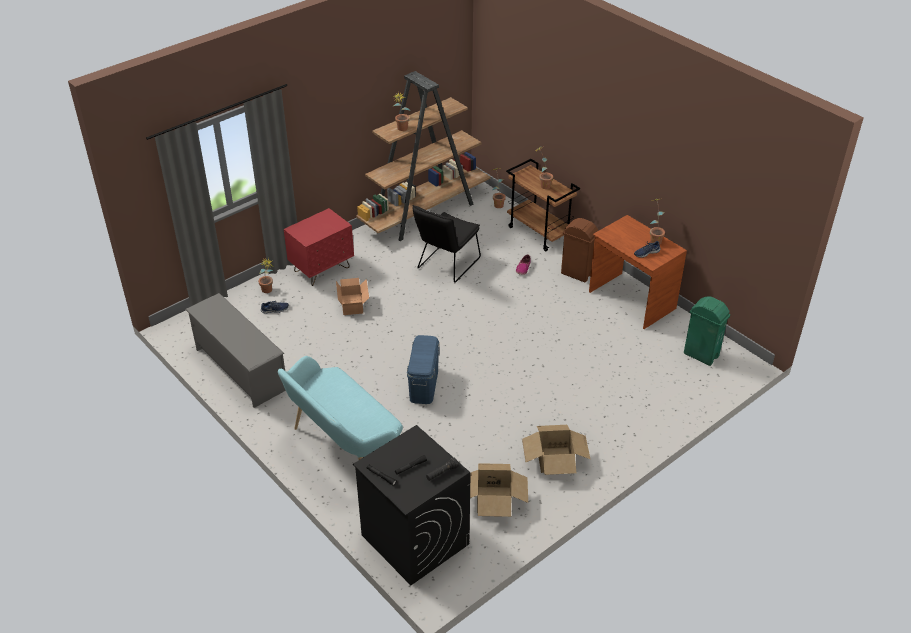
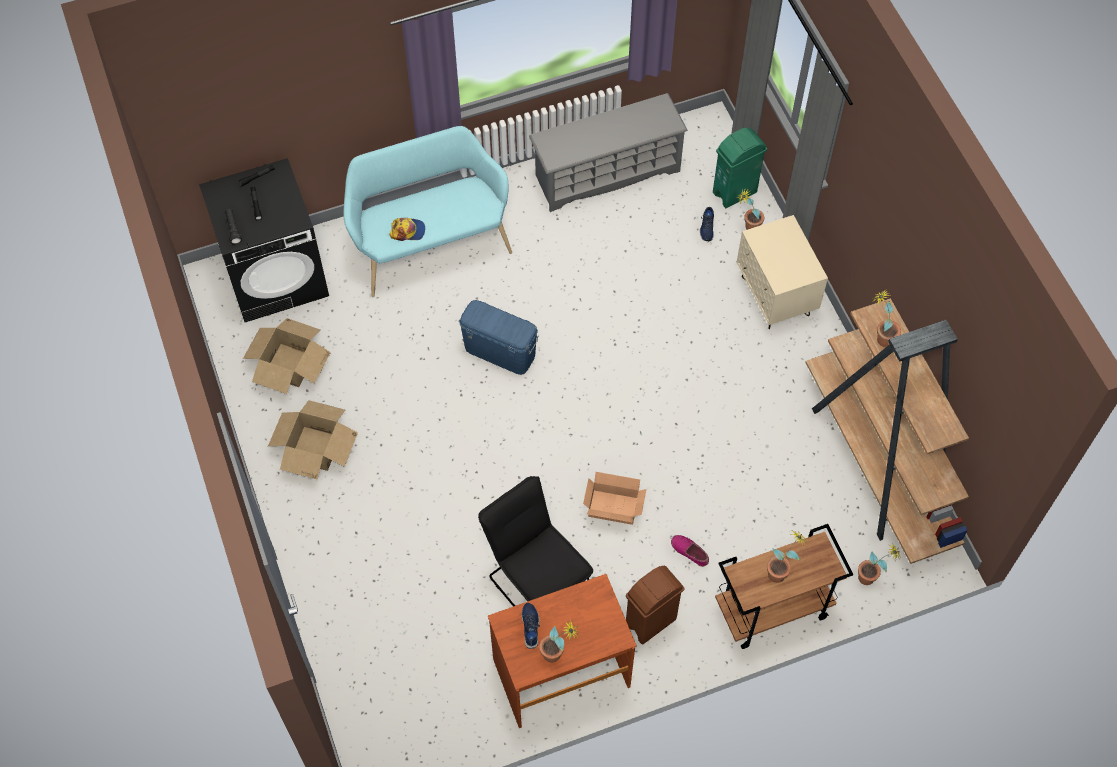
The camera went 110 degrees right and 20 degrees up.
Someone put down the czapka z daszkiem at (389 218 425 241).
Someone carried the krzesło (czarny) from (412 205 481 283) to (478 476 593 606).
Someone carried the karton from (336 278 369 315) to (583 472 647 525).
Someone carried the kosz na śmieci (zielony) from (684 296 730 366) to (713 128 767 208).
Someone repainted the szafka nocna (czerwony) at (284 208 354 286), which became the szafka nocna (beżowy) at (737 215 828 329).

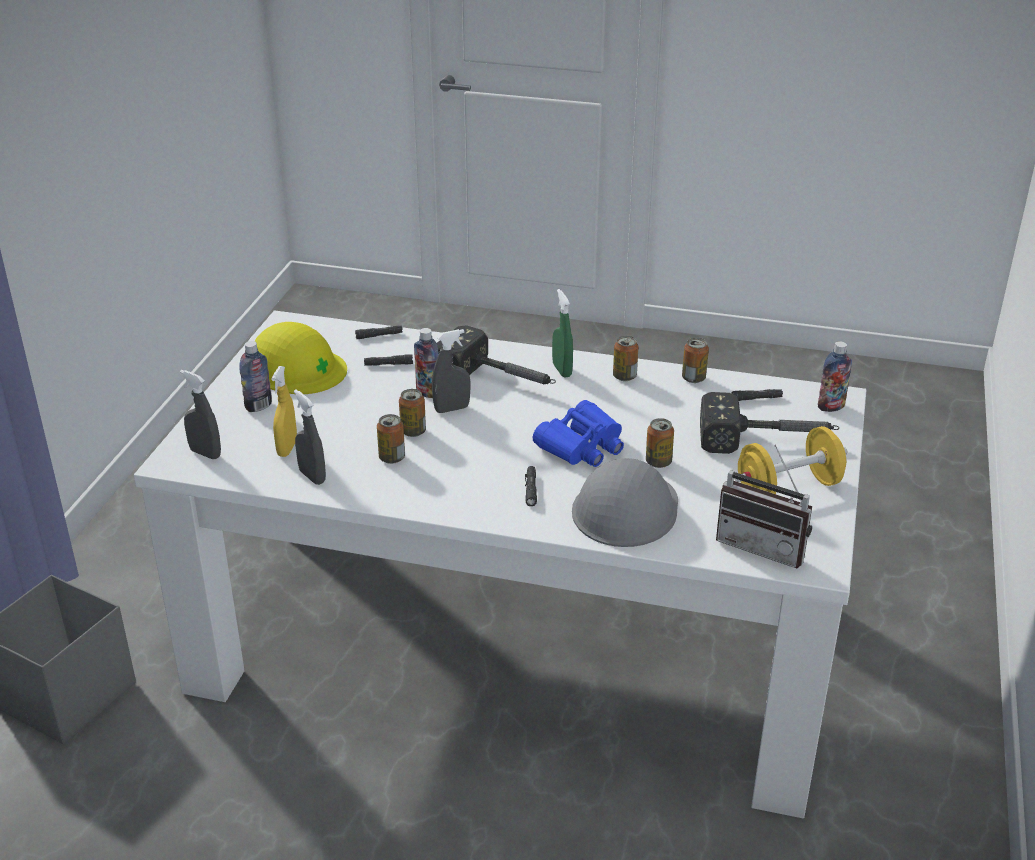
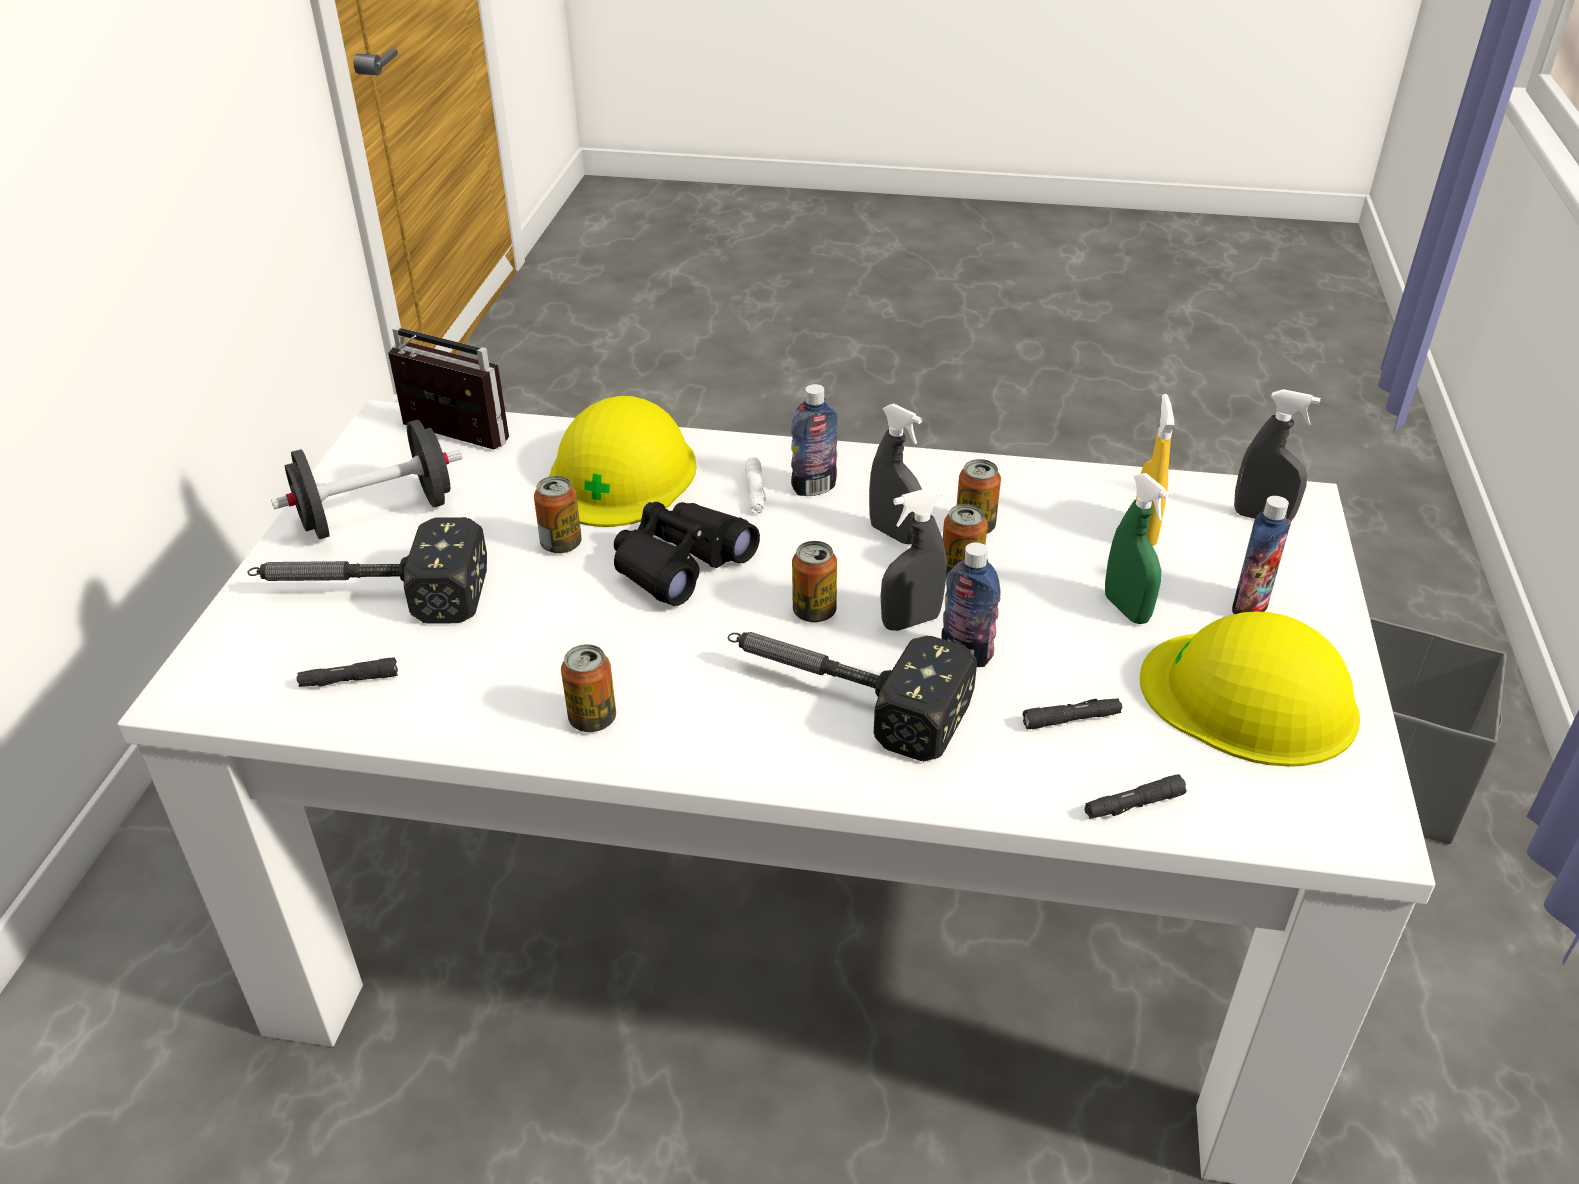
The camera went 175 degrees right and 5 degrees up.
Someone repainted the hantel (żółty) at (735 426 847 494), which became the hantel (czarny) at (271 420 462 539).
Someone repainted the kask (szary) at (572 458 678 547), which became the kask (żółty) at (549 396 696 527).
Someone repainted the lornetka (niebieski) at (533 400 624 467), which became the lornetka (czarny) at (614 502 760 606).
Someone repainted the latarka (czarny) at (525 466 537 506), which became the latarka (biały) at (745 457 766 514).
Someone carried the butelka from (818 341 852 412) to (791 384 838 496).
Someone carried the puszka from (682 338 709 383) to (792 541 837 622).
Someone carried the spryskiwacz (szary) from (294 390 326 485) to (869 404 922 544).
Someone carried the spryskiwacz (zielony) from (552 289 573 377) to (1105 473 1171 624).

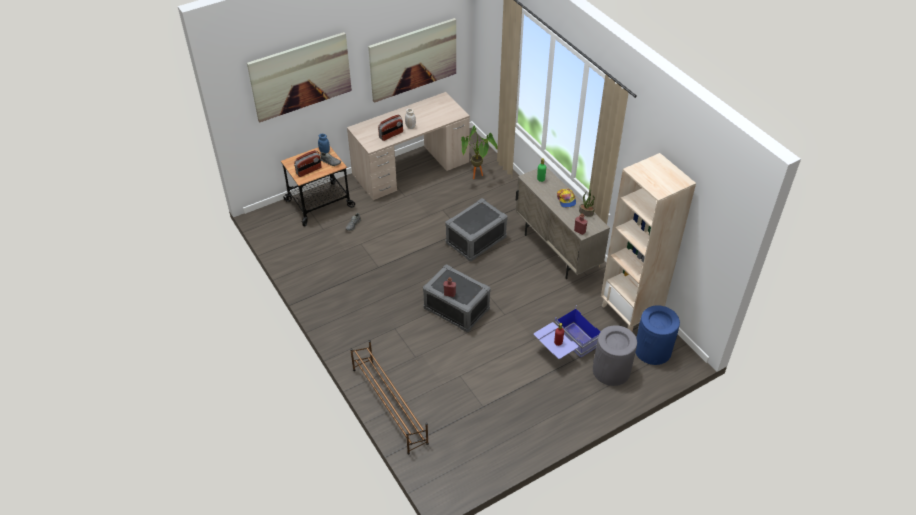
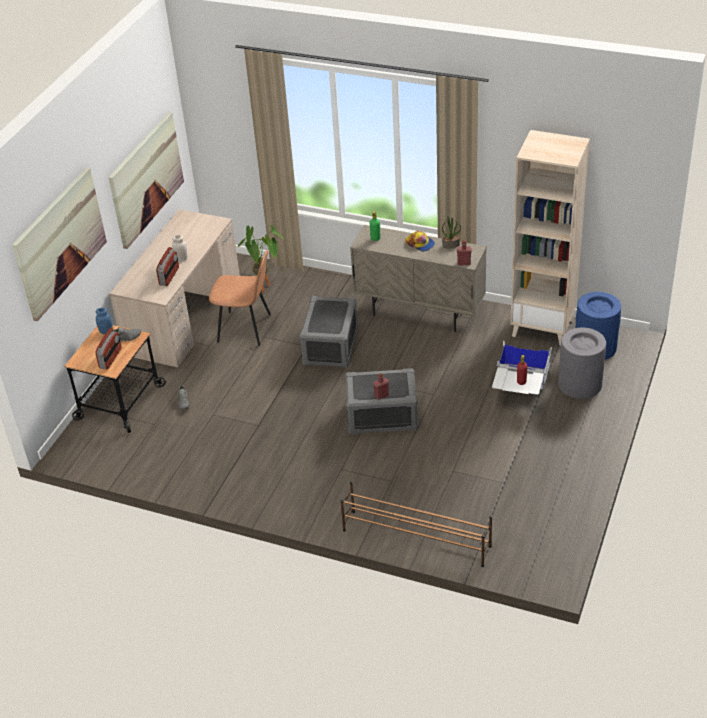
The camera went 35 degrees left and 5 degrees down.
Someone put down the krzesło (brązowy) at (209 250 271 346).
Someone repainted the pojemnik do przechowywania (niebieski) at (534 309 601 359), which became the pojemnik do przechowywania (biały) at (492 340 552 395).

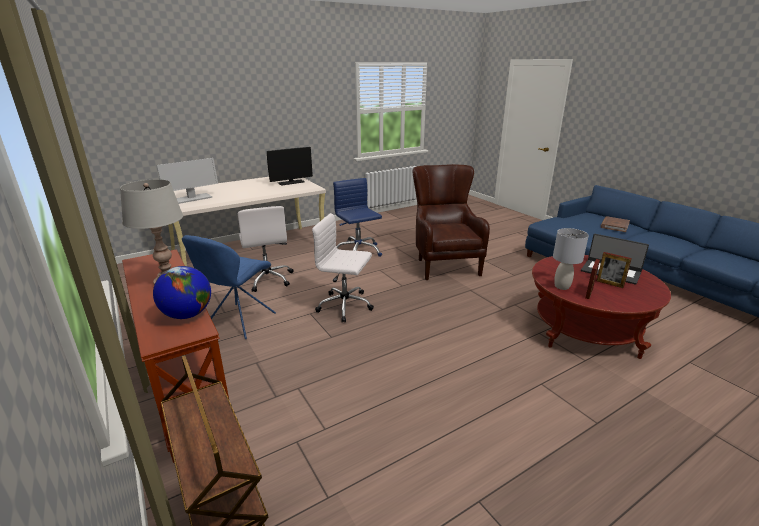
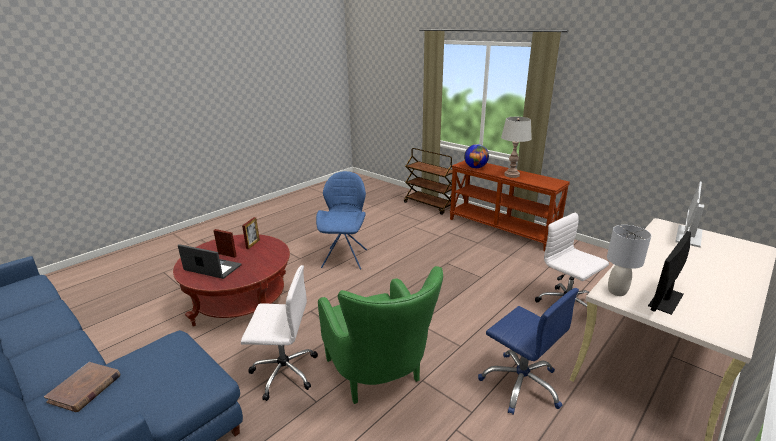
The camera went 165 degrees right and 0 degrees up.
Someone carried the krzesło biurowe (biały) from (312 213 374 323) to (241 265 318 401).
Someone carried the krzesło (niebieski) from (182 235 276 339) to (316 171 367 270).
Someone repainted the fotel (brązowy) at (413 164 490 280), which became the fotel (zielony) at (318 266 443 404).
Someone carried the lampa stołowa (szary) from (553 228 589 290) to (607 225 651 296).

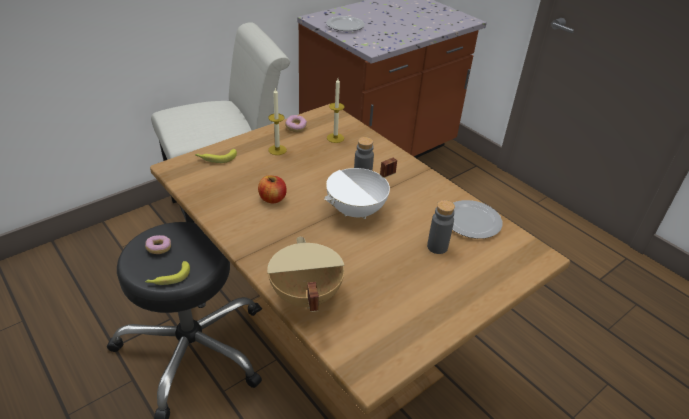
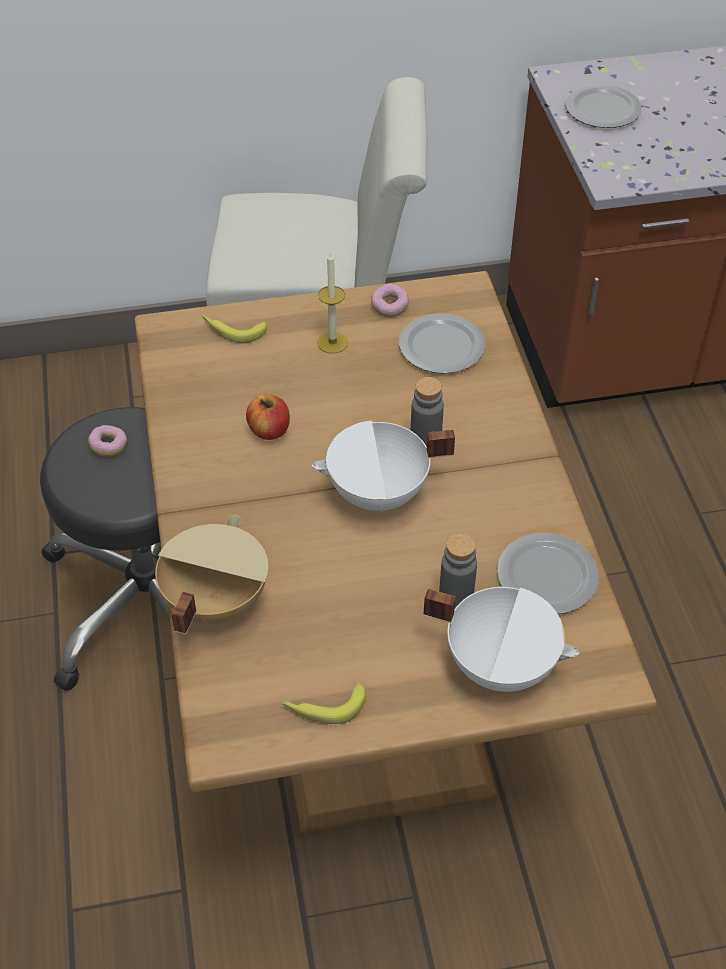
The camera went 30 degrees right and 10 degrees up.
Someone carried the banan from (145 261 190 285) to (281 683 366 724).
Someone swapped the świeca at (327 79 345 143) for the talerz at (399 313 485 374).
Someone put down the garnek (biały) at (423 587 579 692).

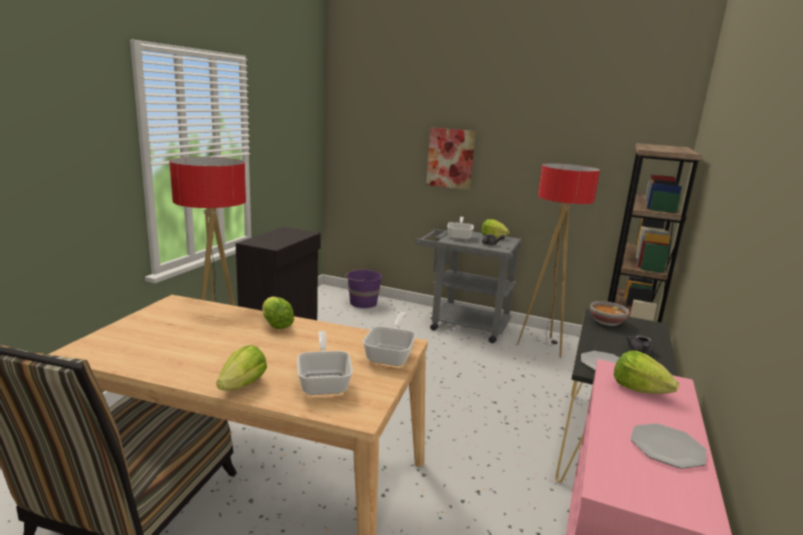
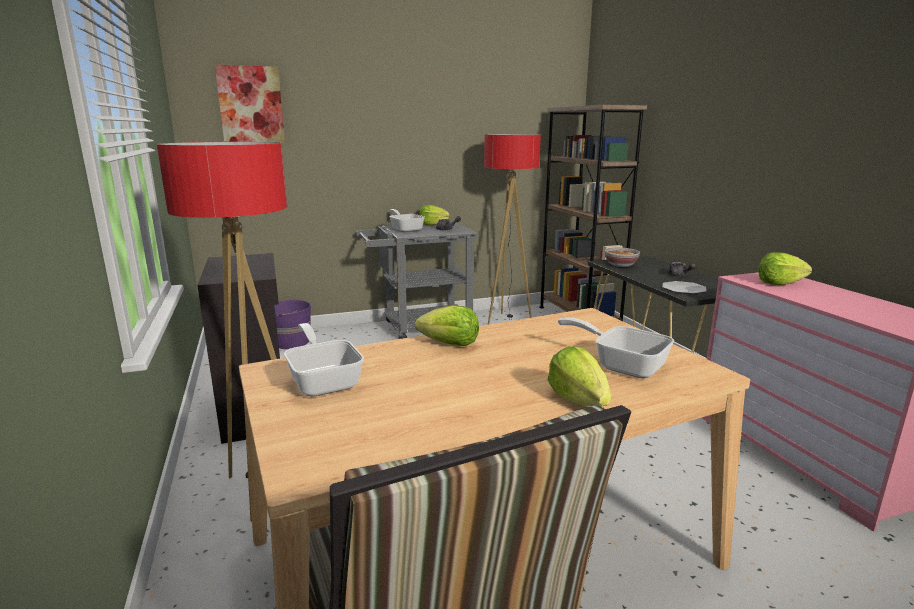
The camera went 40 degrees left and 0 degrees up.
Someone carried the obraz from (426 127 476 190) to (215 65 285 143).
Someone carried the patelnia from (363 312 416 366) to (284 323 364 397).
Someone took away the talerz at (630 423 707 469).

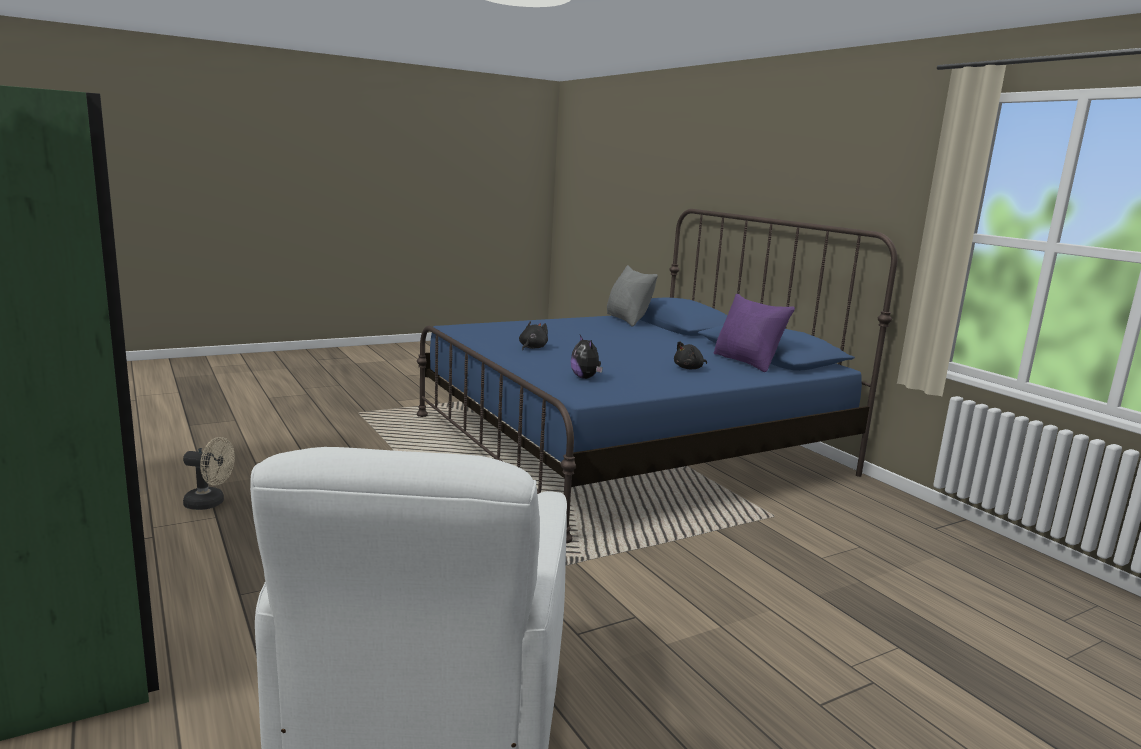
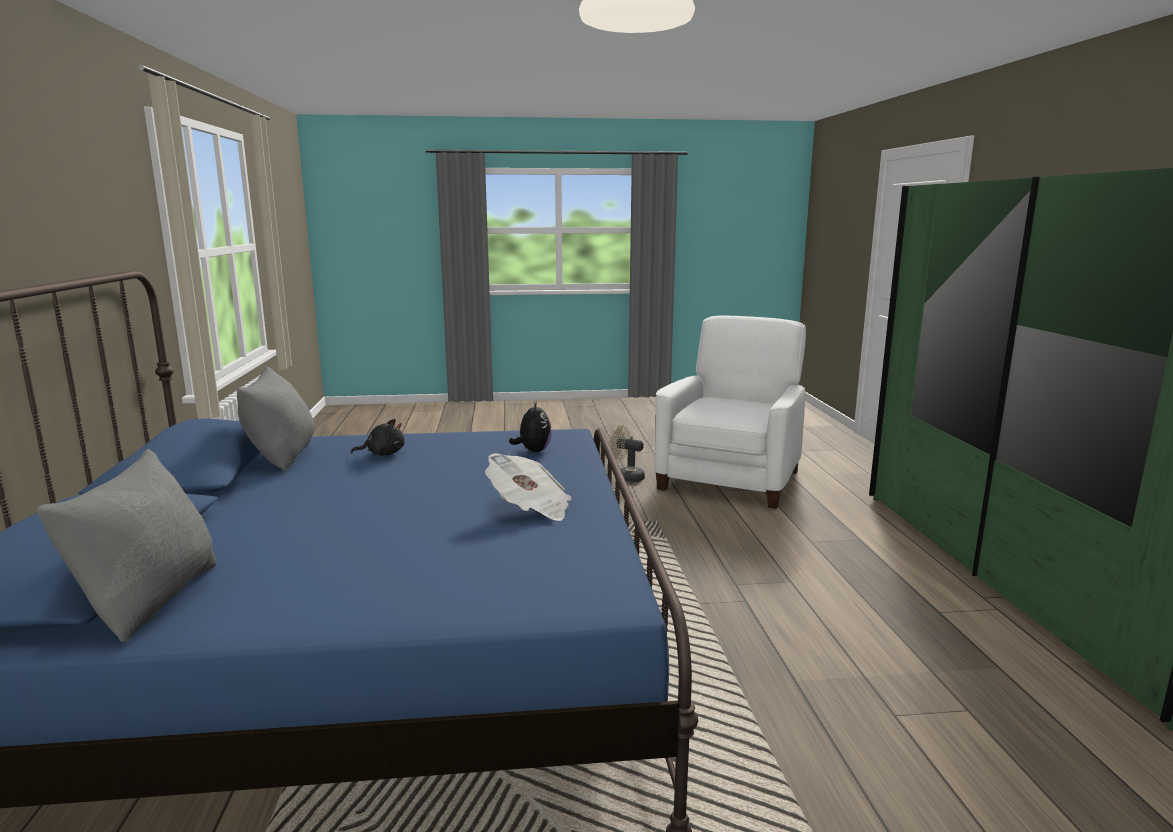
The camera went 155 degrees left and 0 degrees up.
Someone repainted the poduszka (fioletowy) at (714 294 795 372), which became the poduszka (szary) at (237 366 315 472).
Someone swapped the pluszak (czarny) at (519 321 548 350) for the gazeta at (485 453 572 521).
Someone carried the wentylator (beżowy) from (183 437 235 510) to (609 425 645 482).

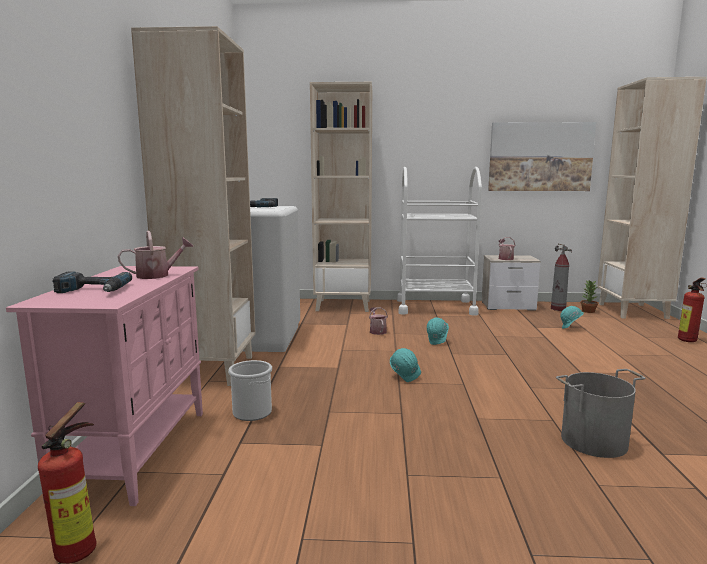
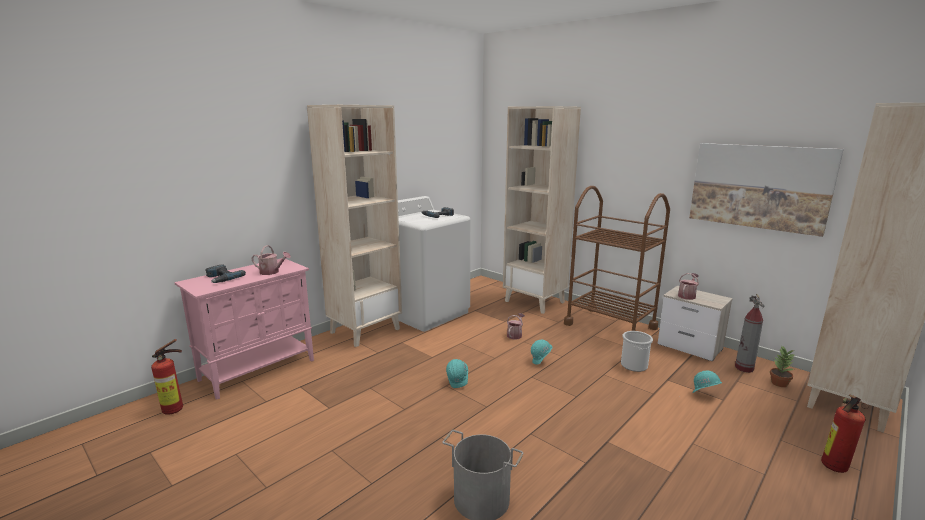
The camera went 40 degrees right and 5 degrees up.
Someone repainted the wózek (biały) at (397 167 482 316), which became the wózek (brązowy) at (564 186 670 331).
Someone carried the wiadro from (228 360 272 421) to (621 331 653 372).

